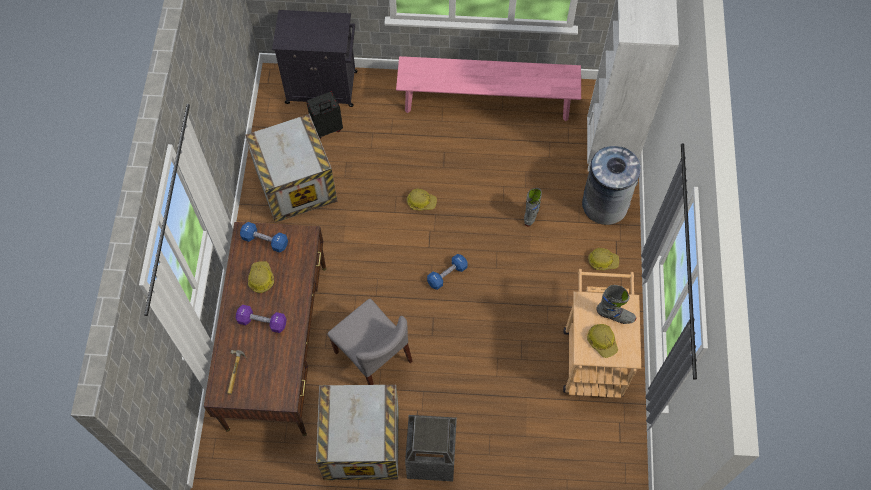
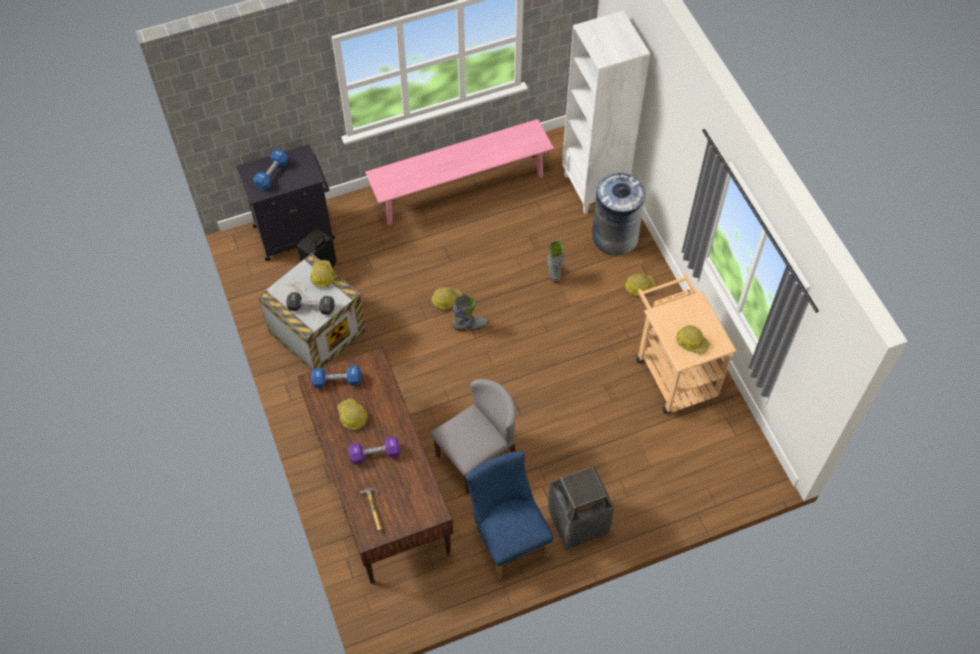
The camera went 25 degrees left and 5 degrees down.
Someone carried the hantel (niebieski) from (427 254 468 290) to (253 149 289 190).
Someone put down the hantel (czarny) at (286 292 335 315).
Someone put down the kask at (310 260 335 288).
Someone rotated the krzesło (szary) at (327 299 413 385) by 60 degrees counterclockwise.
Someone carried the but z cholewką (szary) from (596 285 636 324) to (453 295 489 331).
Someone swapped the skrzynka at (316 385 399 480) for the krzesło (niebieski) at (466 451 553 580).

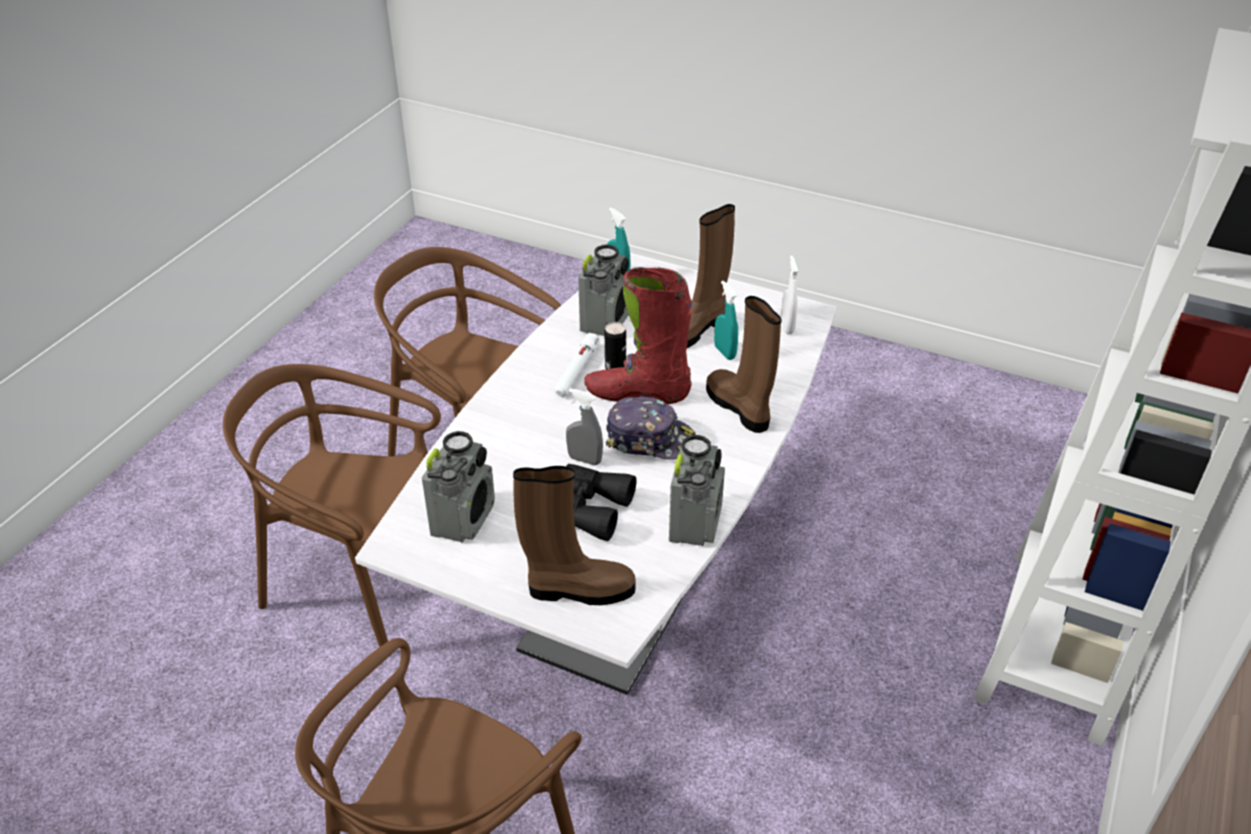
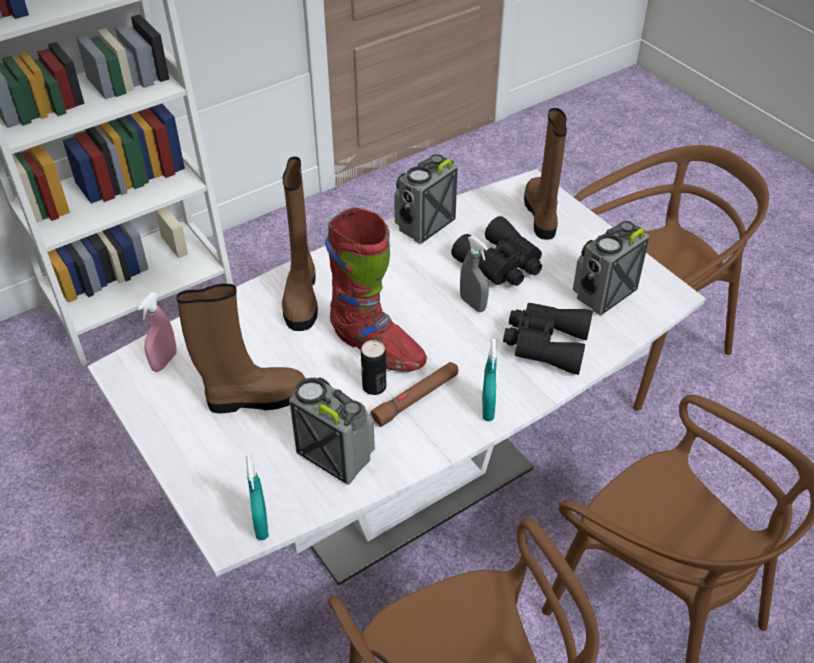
The camera went 150 degrees left and 5 degrees up.
Someone repainted the spryskiwacz (biały) at (781 255 798 334), which became the spryskiwacz (różowy) at (137 292 177 372).
Someone rotated the radio at (578 245 629 336) by 75 degrees clockwise.
Someone repainted the latarka (biały) at (554 333 600 396), which became the latarka (brązowy) at (370 362 458 427).
Someone carried the spryskiwacz (turkusowy) from (714 281 738 360) to (482 339 497 421).
Someone put down the lornetka (czarny) at (503 303 593 375).
Someone rotated the but z cholewką (brązowy) at (513 466 635 605) by 60 degrees clockwise.
Someone took away the czapka z daszkiem at (606 396 696 460).

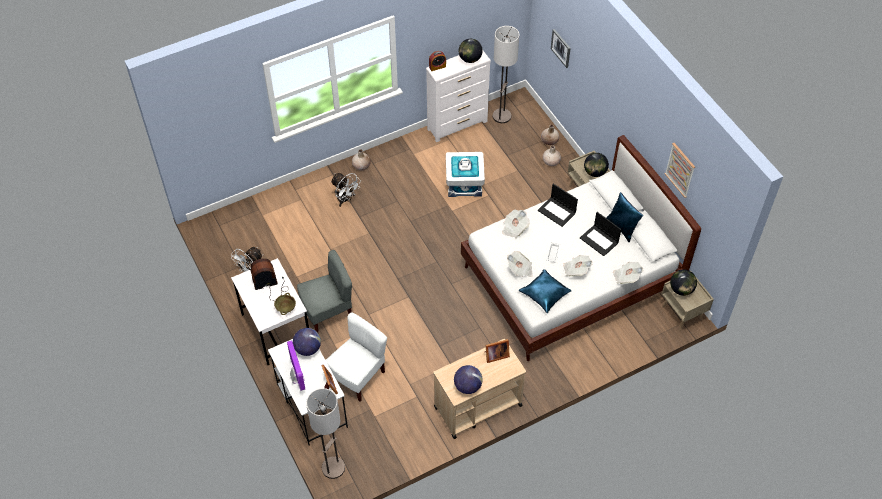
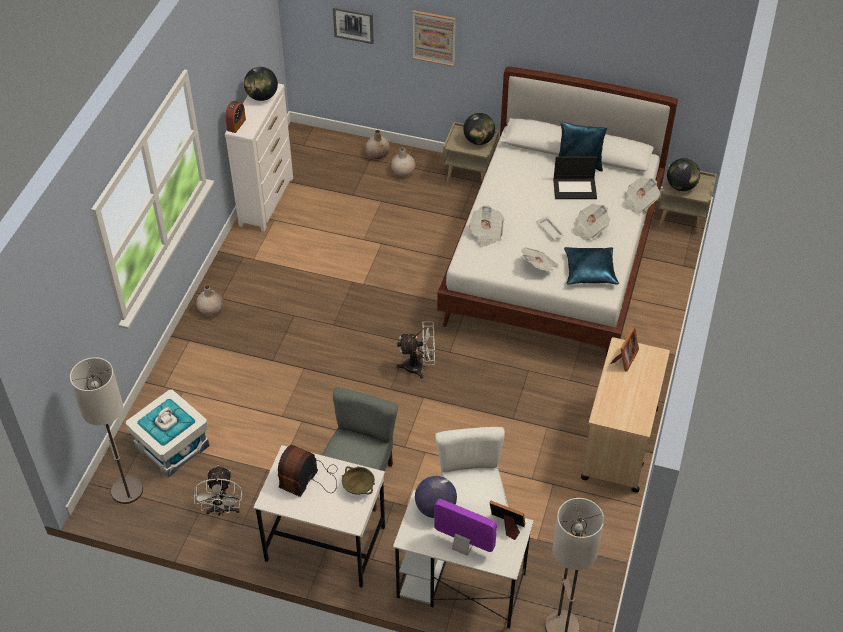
The camera went 45 degrees left and 5 degrees down.
Someone carried the lampa stojąca from (493 26 519 123) to (70 357 143 504).
Someone carried the pojemnik do przechowywania (biały) from (446 152 485 197) to (126 390 209 478).
Someone carried the wentylator (biały) from (331 173 361 207) to (396 322 435 379).
Someone carried the obraz from (665 143 695 198) to (412 10 456 67).
Someone took away the globus at (454 365 483 394).
Someone took away the laptop at (538 184 578 227).

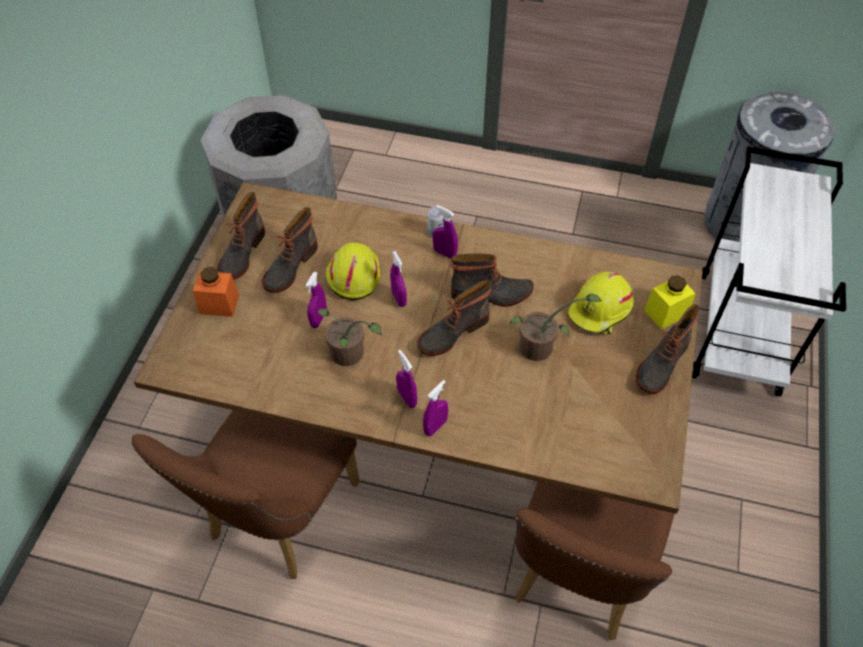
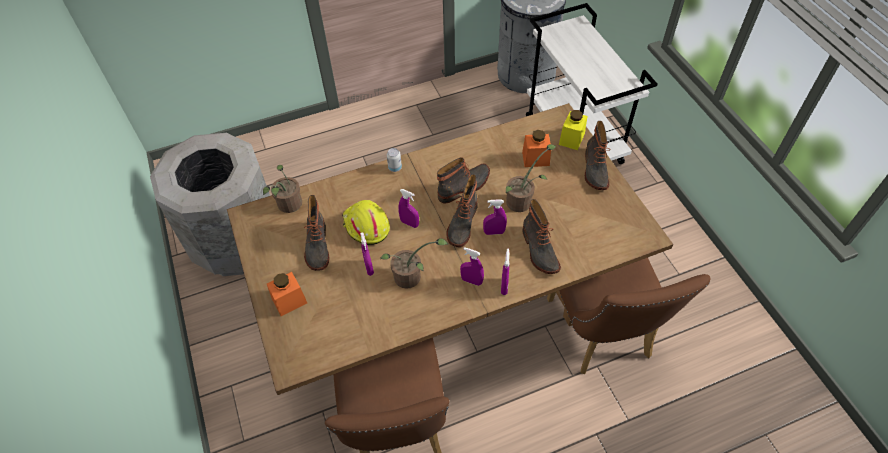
The camera went 35 degrees left and 0 degrees up.
Someone put down the roślina doniczkowa at (263 165 302 213).
Someone carried the spryskiwacz (fioletowy) from (433 205 458 259) to (483 199 507 235).
Someone swapped the kask (żółty) at (567 272 634 335) for the słoik (pomarańczowy) at (522 130 551 167).
Someone carried the but z cholewką from (217 192 265 280) to (522 199 561 274).

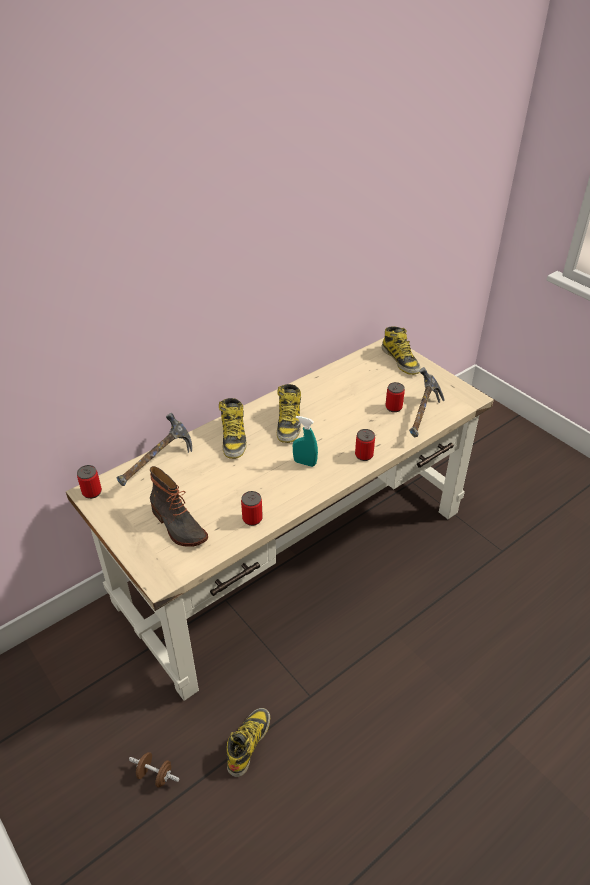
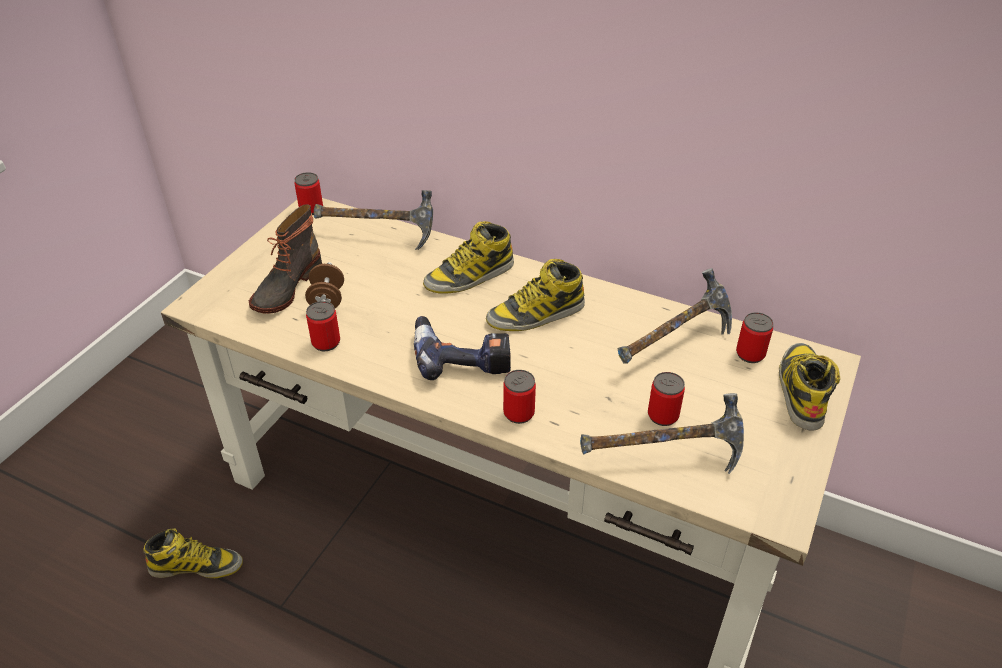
The camera went 65 degrees right and 0 degrees up.
Someone carried the hantel (brązowy) from (129 752 180 788) to (305 262 344 308).
Someone swapped the spryskiwacz (turkusowy) at (293 416 318 467) for the wiertarka at (414 316 511 380).
Someone put down the młotek at (618 268 732 364).
Someone put down the puszka at (736 312 773 363).
Someone rotated the but z cholewką at (381 326 421 375) by 150 degrees clockwise.

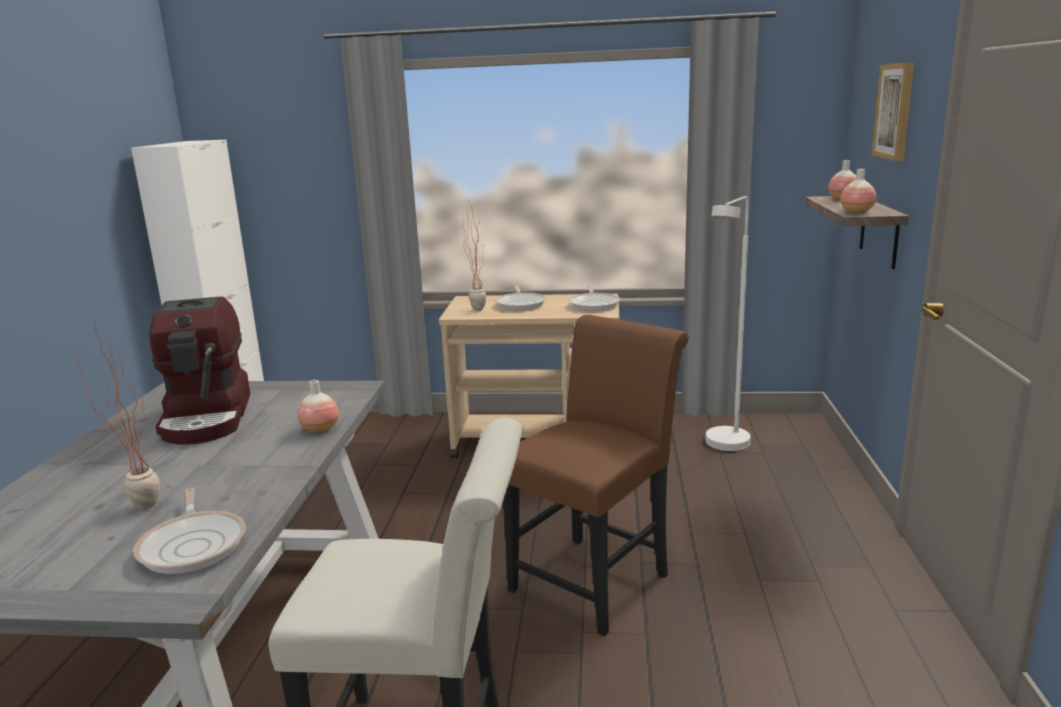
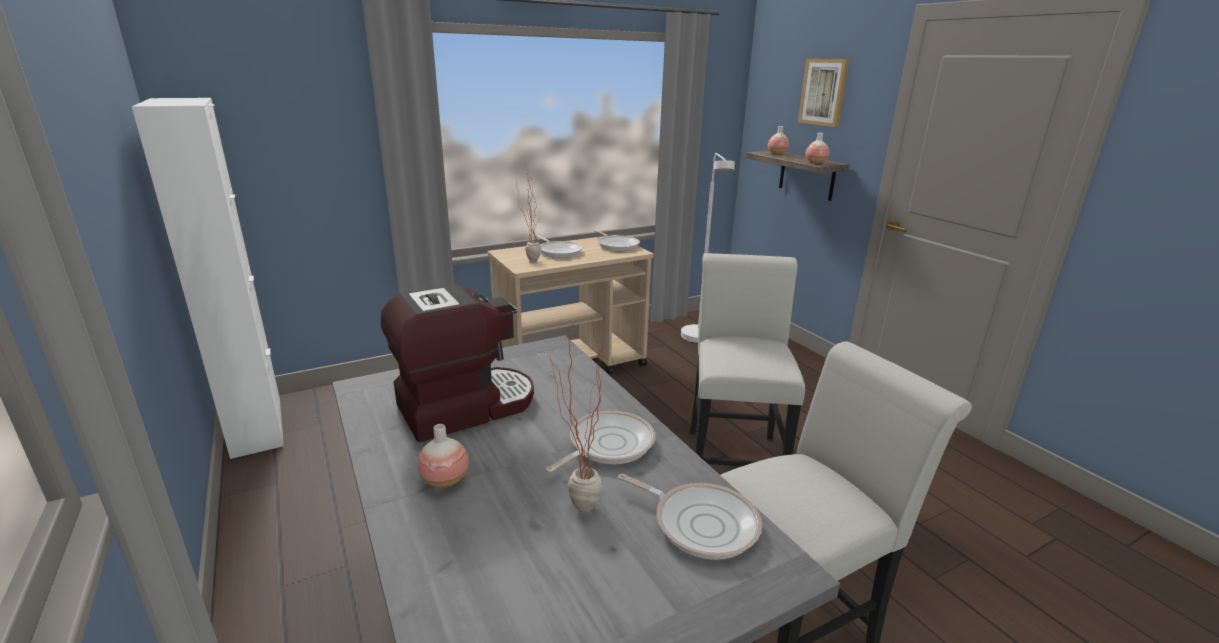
The camera went 35 degrees left and 5 degrees up.
Someone rotated the ekspres do kawy at (149 296 251 445) by 75 degrees counterclockwise.
Someone carried the wazon from (297 380 339 433) to (417 424 469 488).
Someone put down the patelnia at (546 411 656 473).
Someone repainted the krzesło (brązowy) at (503 315 689 636), which became the krzesło (biały) at (690 253 805 467).

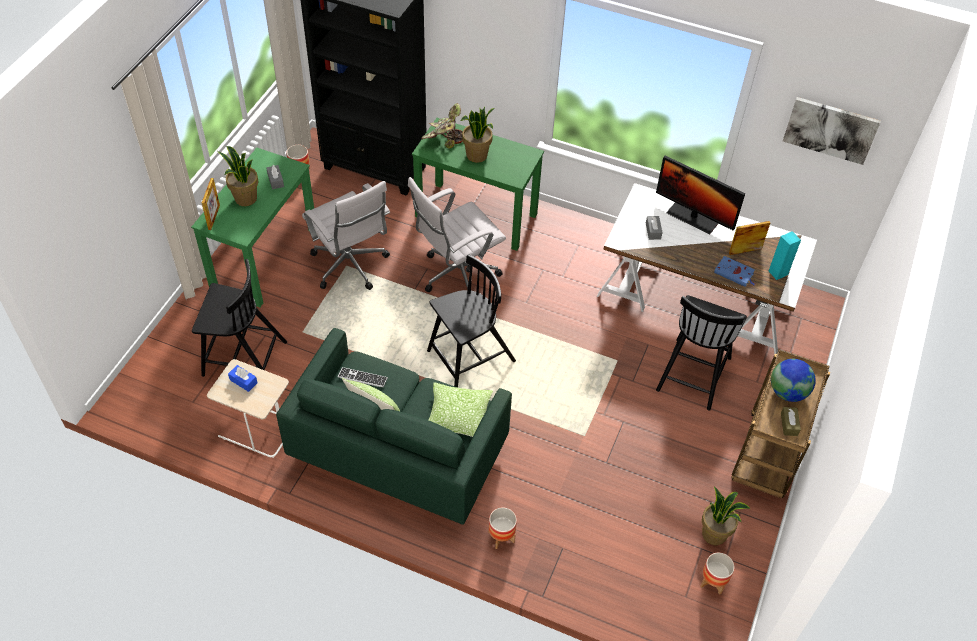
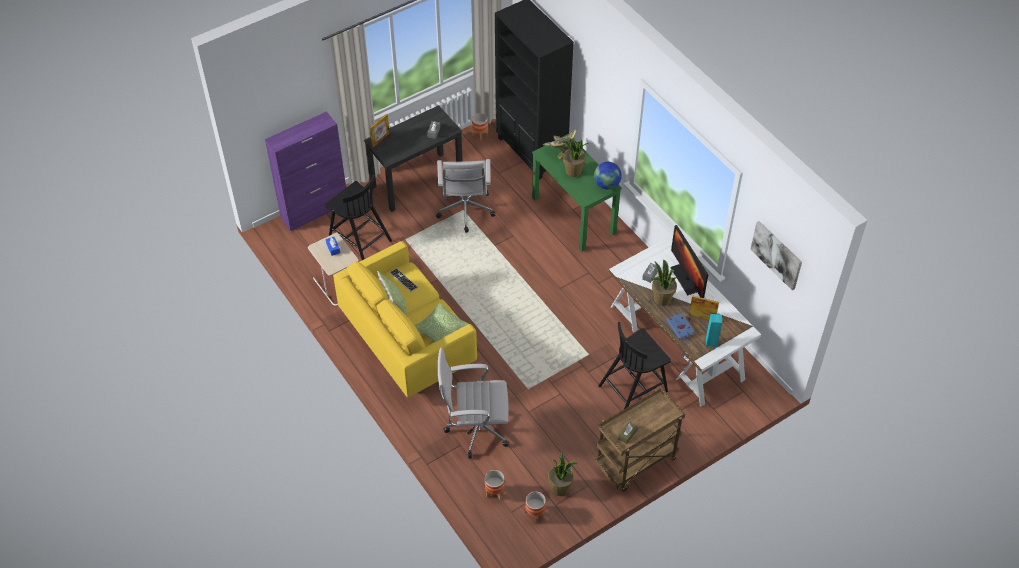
The camera went 35 degrees right and 0 degrees up.
Someone put down the szafka (fioletowy) at (265 111 346 231).
Someone repainted the kanapa (zielony) at (276 328 512 525), which became the kanapa (żółty) at (333 241 477 398).
Someone repainted the biurko (zielony) at (191 148 314 307), which became the biurko (czarny) at (364 105 463 212).
Someone carried the krzesło biurowe (biały) from (408 177 506 293) to (438 348 509 459).
Someone carried the donica from (488 507 517 549) to (485 470 505 500).
Someone carried the globus from (771 359 816 402) to (594 162 622 190).
Someone carried the roślina doniczkowa from (217 146 259 206) to (652 259 677 306).
Someone took away the krzesło (czarny) at (427 254 516 387).

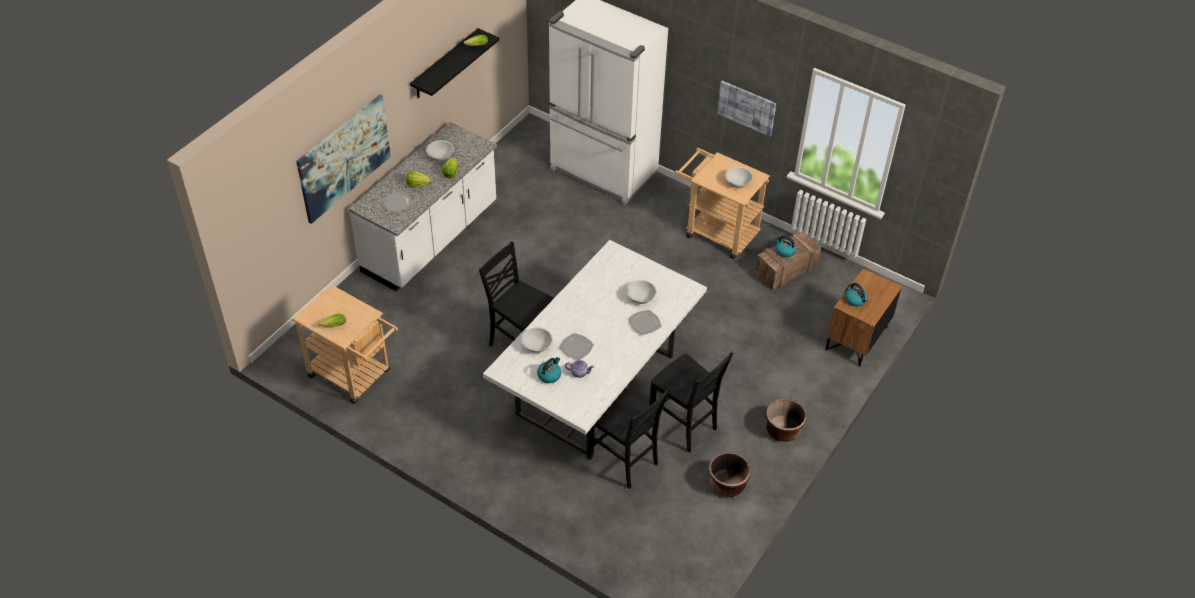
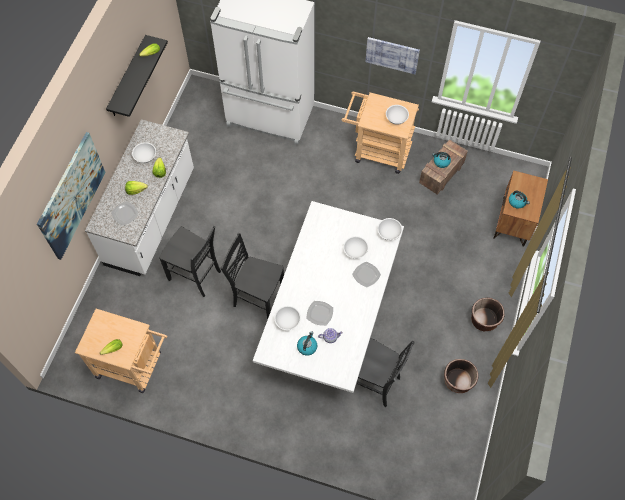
The camera went 15 degrees left and 15 degrees up.
Someone carried the krzesło (czarny) from (649 352 733 452) to (159 226 221 297).
Someone put down the miska (biały) at (378 218 403 240).

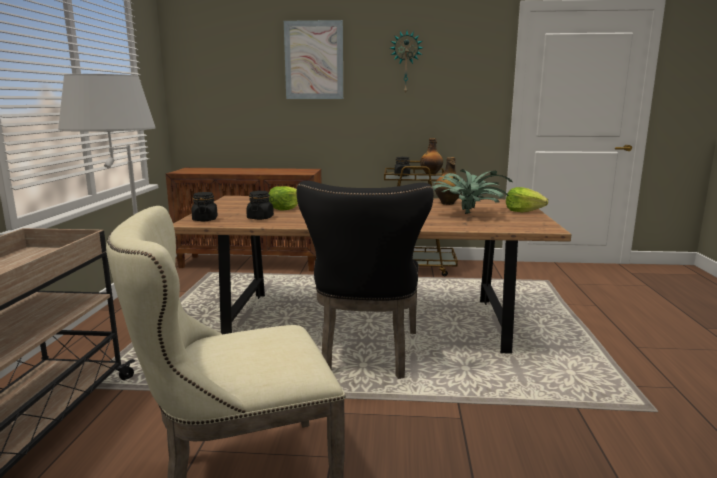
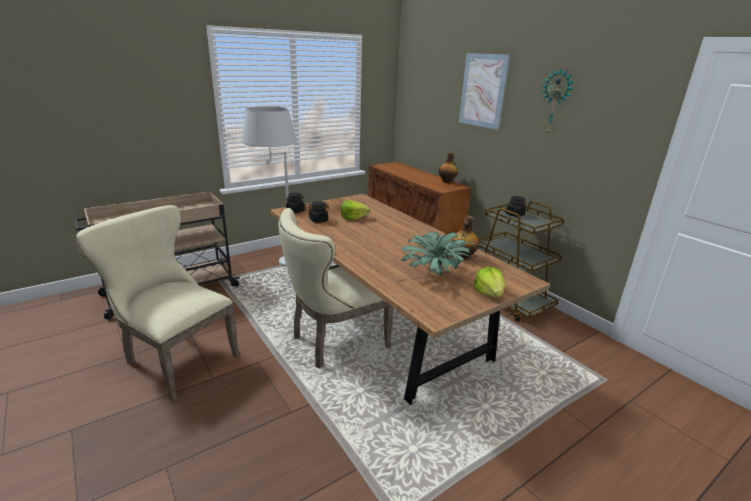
The camera went 50 degrees right and 10 degrees up.
Someone repainted the krzesło (czarny) at (296 181 434 379), which became the krzesło (beżowy) at (278 208 393 369).
Someone carried the butelka from (420 138 443 176) to (439 152 458 183).

